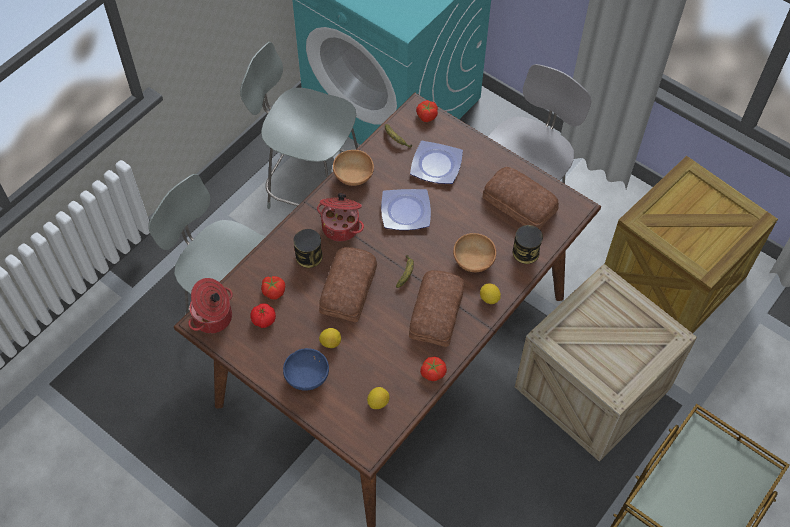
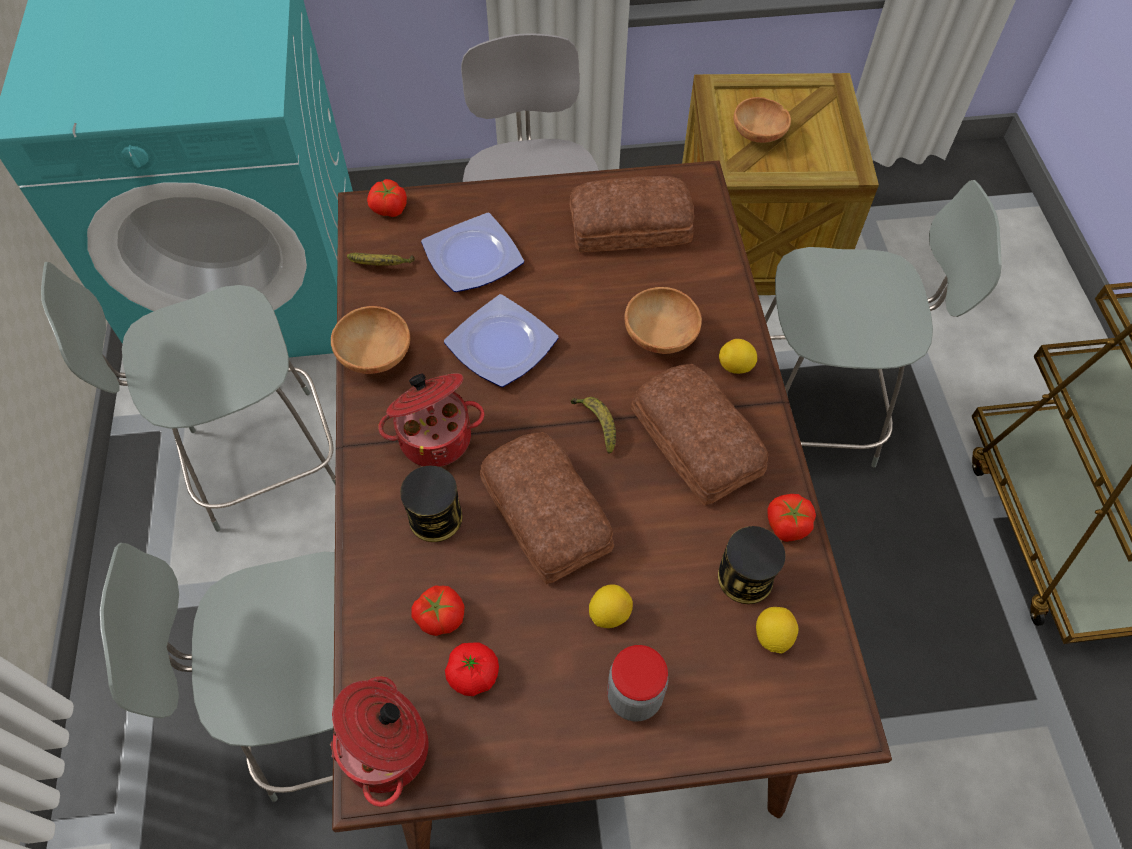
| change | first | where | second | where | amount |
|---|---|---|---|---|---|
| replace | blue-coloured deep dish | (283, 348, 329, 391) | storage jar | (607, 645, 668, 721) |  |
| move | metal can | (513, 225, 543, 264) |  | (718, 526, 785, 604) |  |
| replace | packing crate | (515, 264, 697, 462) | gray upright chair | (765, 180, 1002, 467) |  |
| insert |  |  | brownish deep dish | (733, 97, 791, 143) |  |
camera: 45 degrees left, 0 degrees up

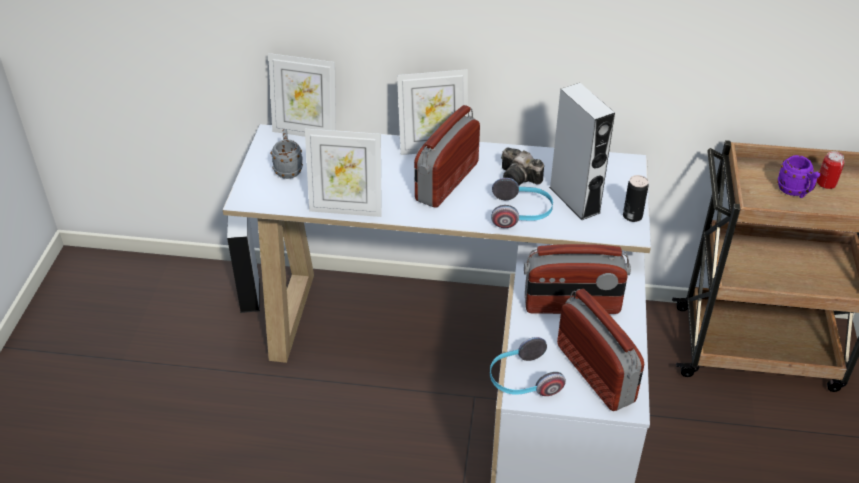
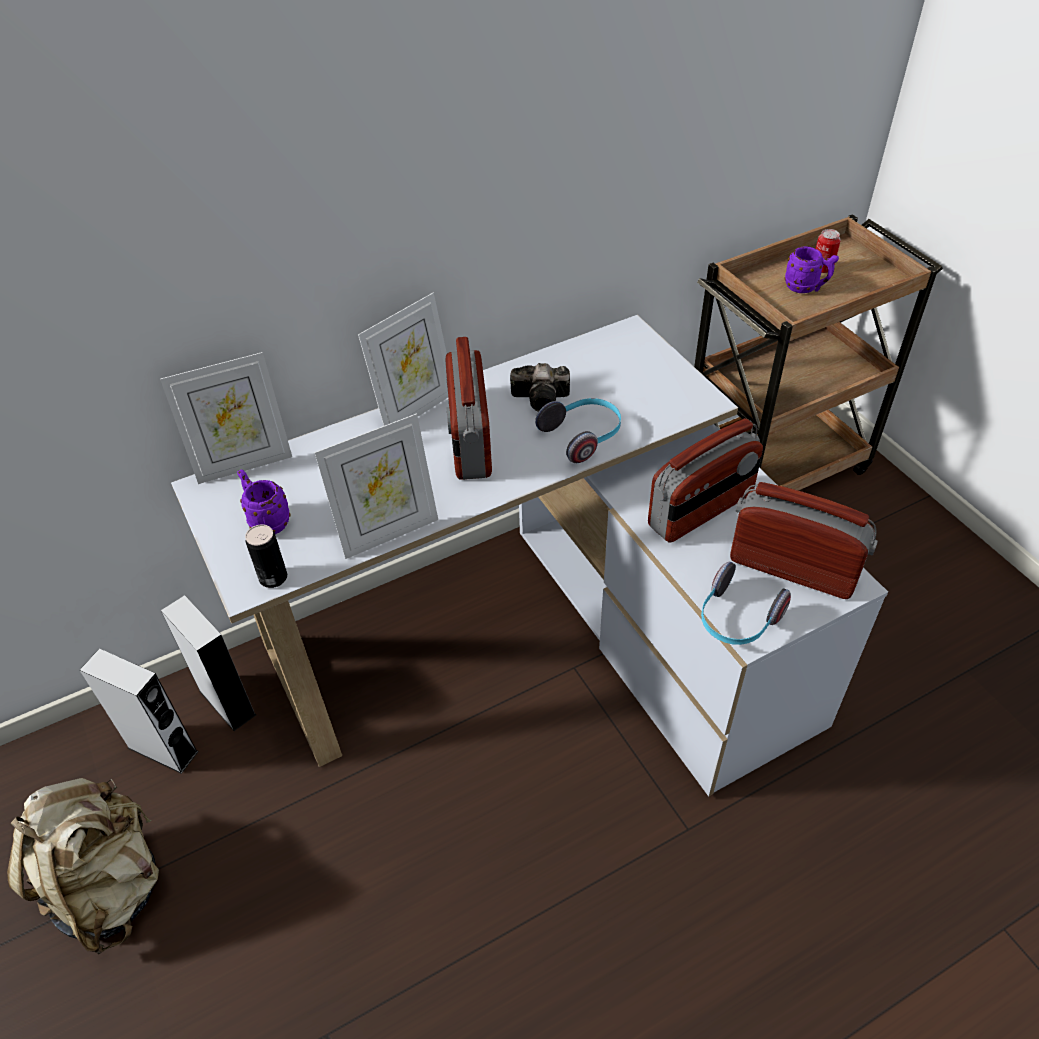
| change | first | where | second | where | amount |
|---|---|---|---|---|---|
| recolor | gray tea mug | (271, 129, 303, 179) | purple-coloured tea mug | (237, 469, 290, 534) |  |
| move | gray speaker | (549, 83, 615, 220) |  | (80, 649, 199, 774) |  |
| move | metal can | (623, 175, 649, 222) |  | (245, 524, 287, 588) |  |
| insert |  |  | beige-coloured rucksack | (7, 778, 159, 954) |  |
camera: 35 degrees left, 5 degrees up

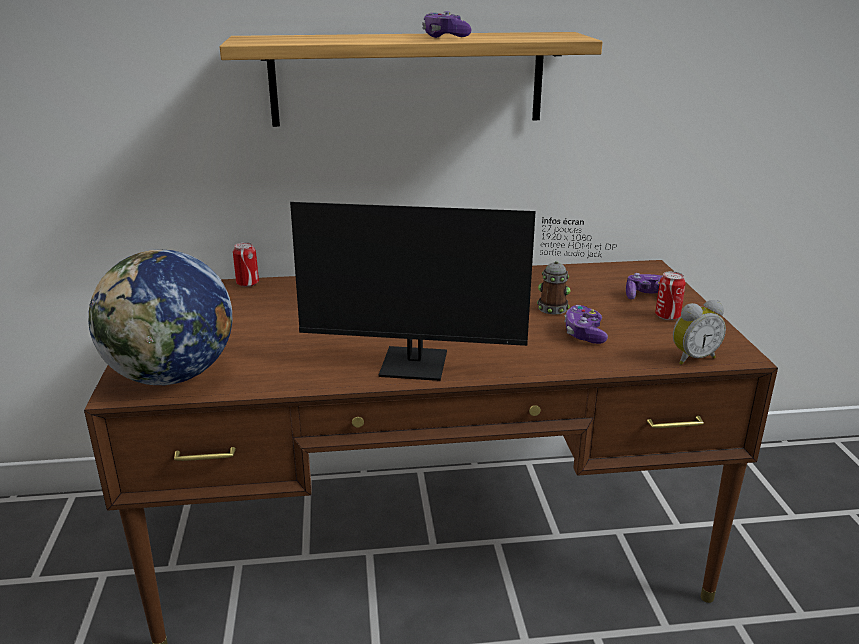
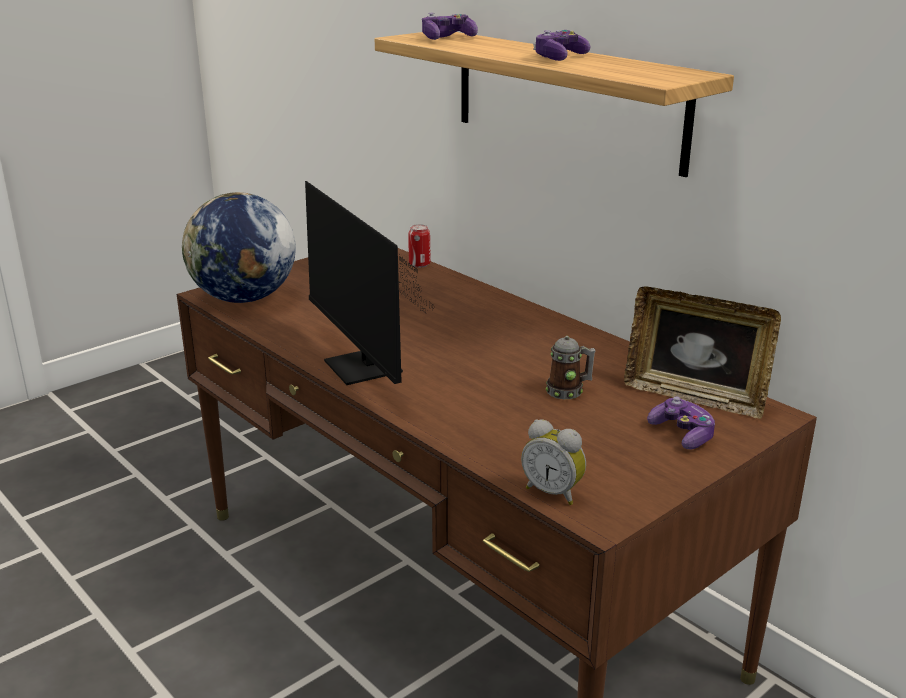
| change | first | where | second | where | amount |
|---|---|---|---|---|---|
| move | game controller | (564, 305, 608, 344) |  | (422, 13, 478, 40) |  |
| delete | metal can | (655, 271, 686, 320) |  |  |  |
| insert |  |  | photo frame | (624, 287, 781, 419) |  |
camera: 55 degrees right, 0 degrees up

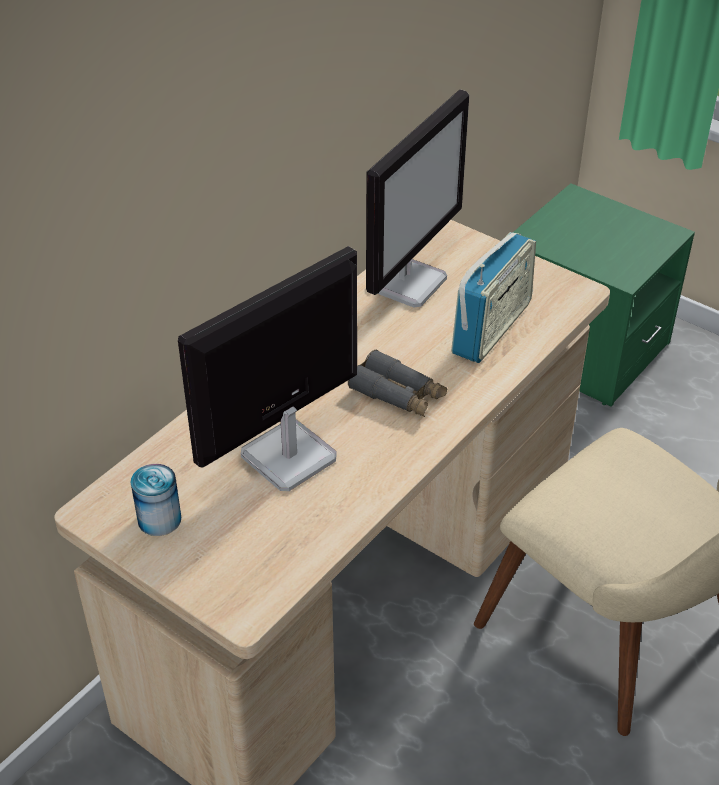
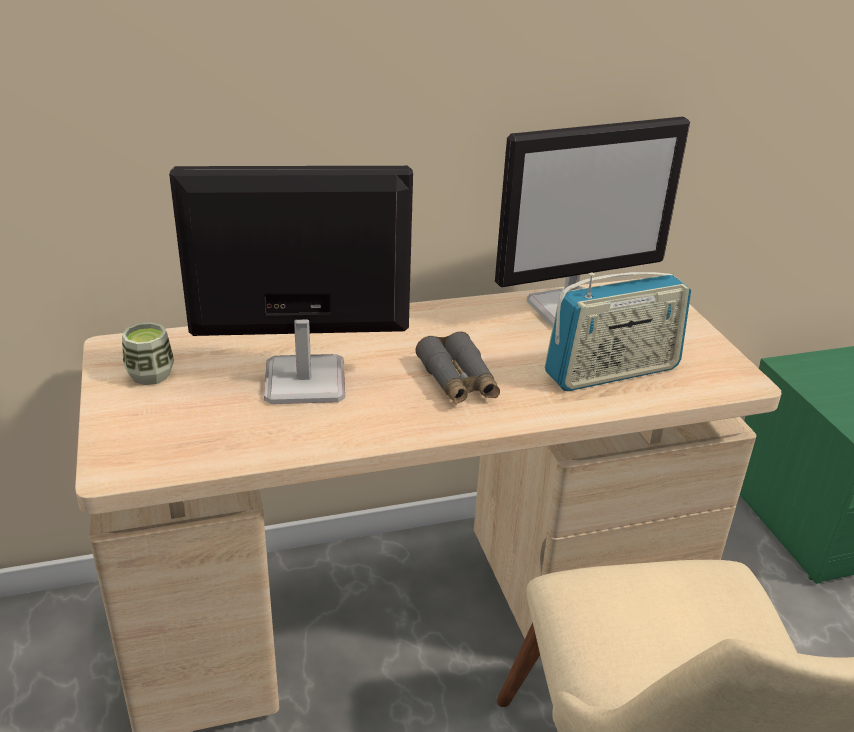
| change | first | where | second | where | amount |
|---|---|---|---|---|---|
| replace | metal can | (130, 464, 181, 536) | cup | (122, 322, 174, 385) |  |
camera: 35 degrees right, 10 degrees down

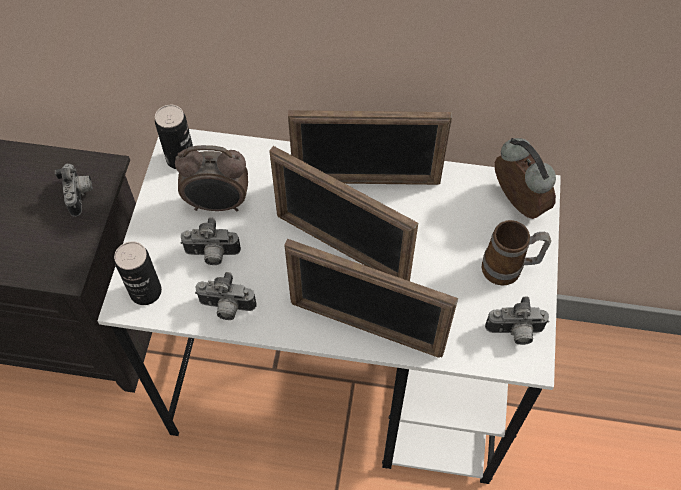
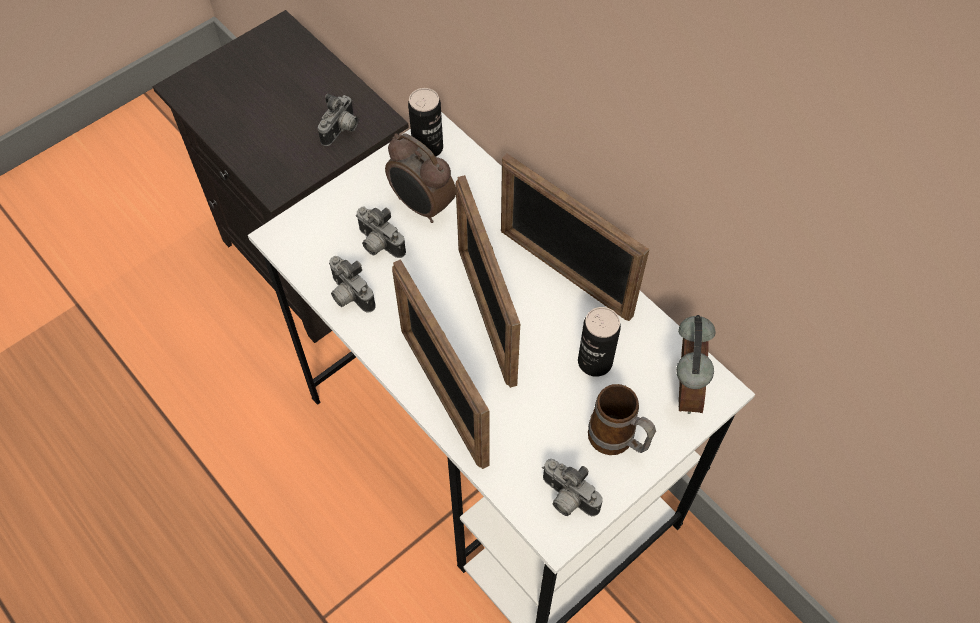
| change | first | where | second | where | amount |
|---|---|---|---|---|---|
| move | metal can | (114, 241, 162, 305) |  | (578, 307, 621, 377) |  |
camera: 40 degrees right, 0 degrees up

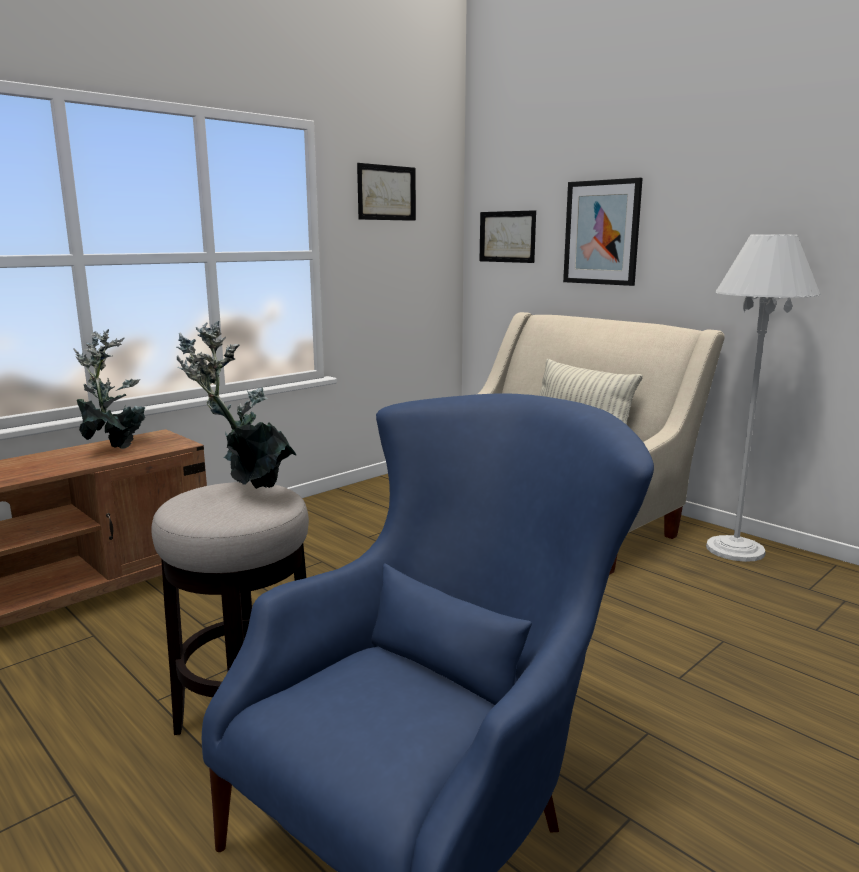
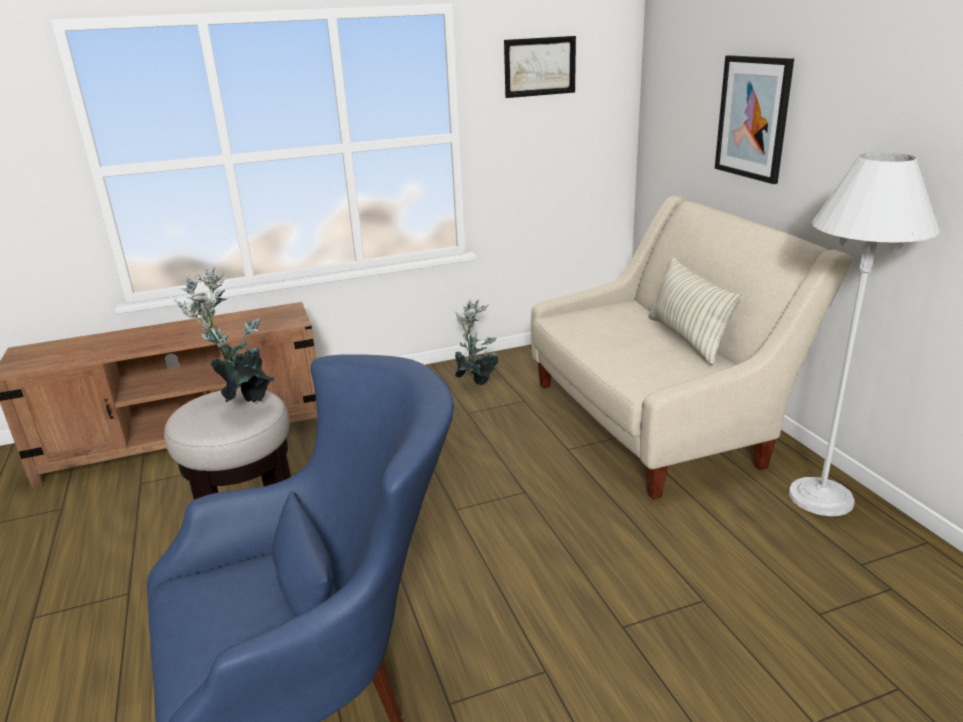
| change | first | where | second | where | amount |
|---|---|---|---|---|---|
| move | houseplant | (73, 329, 145, 449) |  | (455, 300, 499, 385) |  |
| delete | wall art | (479, 210, 536, 263) |  |  |  |
camera: 25 degrees right, 10 degrees up

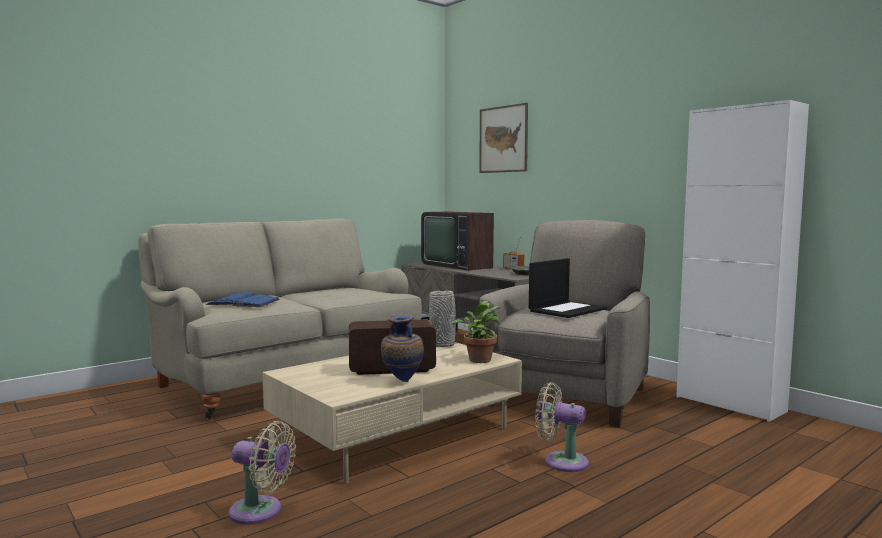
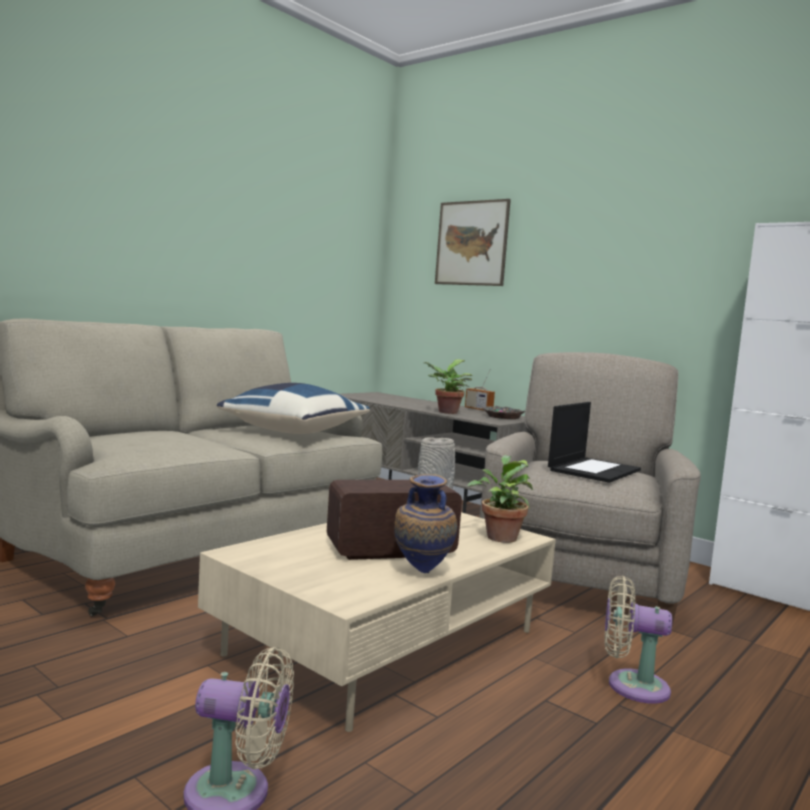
| change | first | where | second | where | amount |
|---|---|---|---|---|---|
| delete | blue-coloured bound book | (206, 292, 280, 307) |  |  |  |
| delete | TV | (421, 211, 494, 271) |  |  |  |
| insert |  |  | blue-coloured pillow | (217, 383, 370, 434) |  |
| insert |  |  | houseplant | (423, 359, 472, 414) |  |
camera: 10 degrees left, 0 degrees up

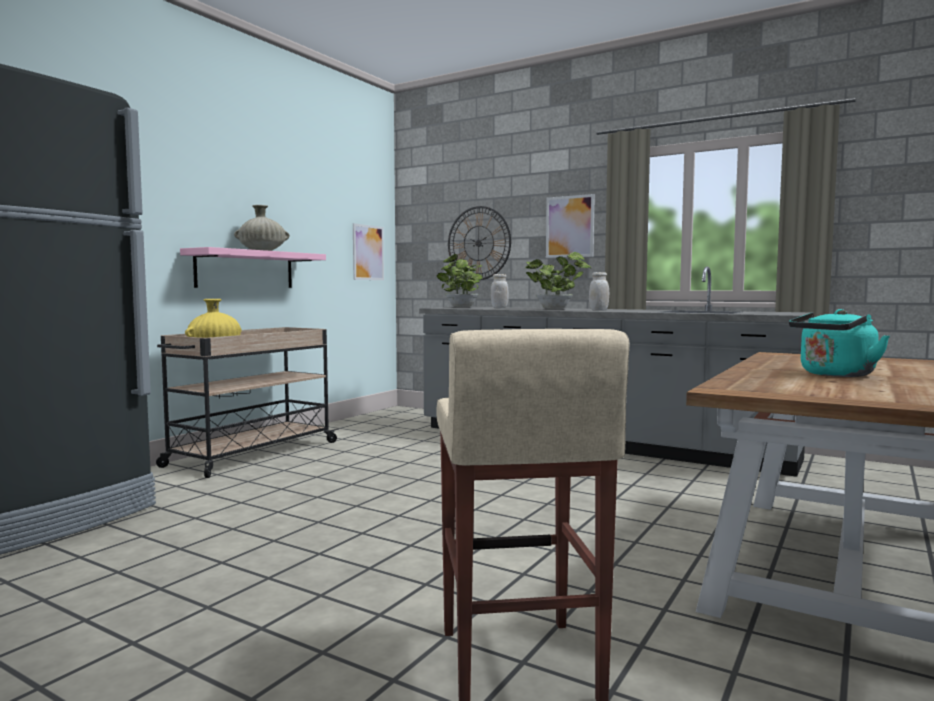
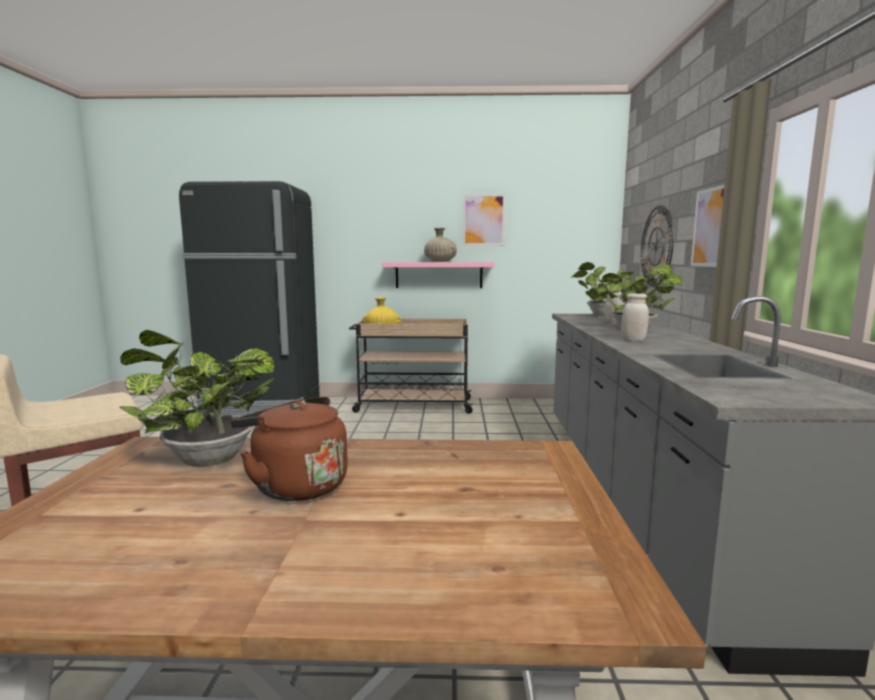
| change | first | where | second | where | amount |
|---|---|---|---|---|---|
| move | wall art | (353, 223, 384, 280) |  | (463, 194, 505, 246) |  |
| recolor | turquoise kettle | (789, 309, 890, 377) | brownish kettle | (231, 397, 348, 501) |  |
| insert |  |  | houseplant | (120, 330, 275, 467) |  |
camera: 60 degrees right, 5 degrees up

